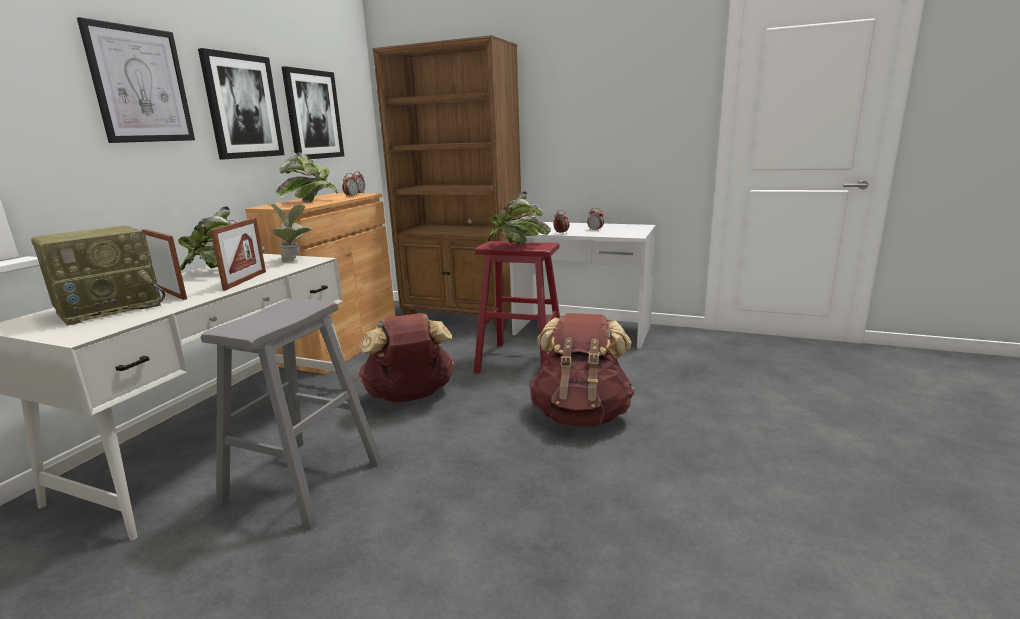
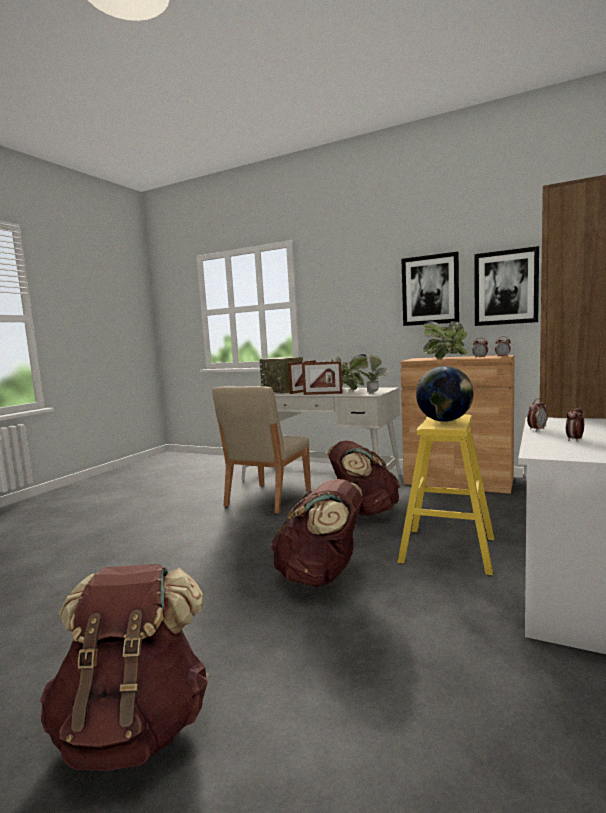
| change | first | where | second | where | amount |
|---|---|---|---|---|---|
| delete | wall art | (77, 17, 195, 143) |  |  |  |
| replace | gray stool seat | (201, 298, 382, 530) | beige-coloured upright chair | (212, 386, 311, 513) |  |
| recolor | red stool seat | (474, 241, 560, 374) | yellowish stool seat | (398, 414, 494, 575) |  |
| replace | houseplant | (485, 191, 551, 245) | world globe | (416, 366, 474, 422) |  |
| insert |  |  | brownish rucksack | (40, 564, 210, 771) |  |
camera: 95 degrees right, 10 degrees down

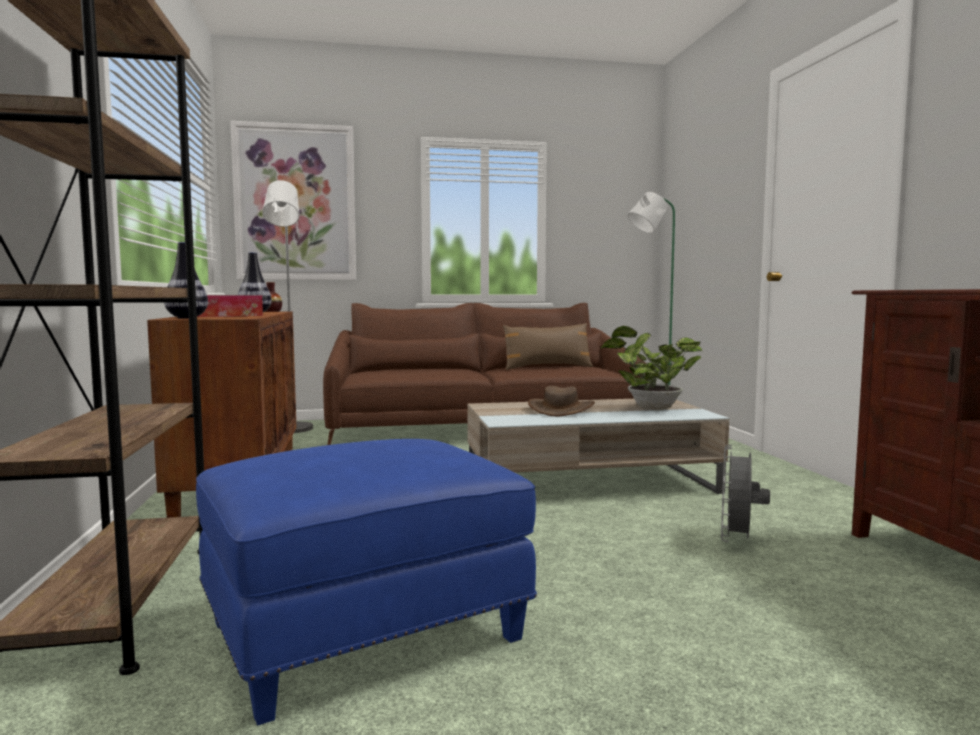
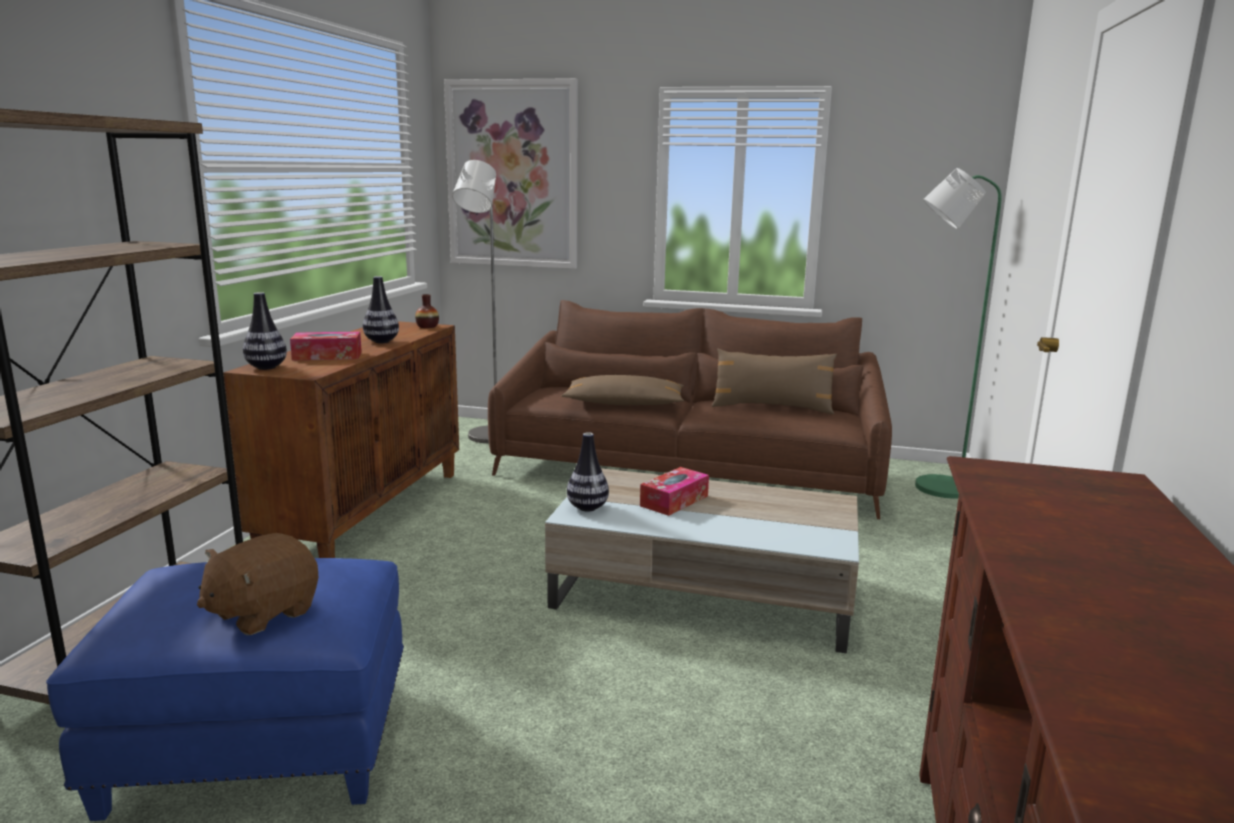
| change | first | where | second | where | amount |
|---|---|---|---|---|---|
| replace | brownish hat | (528, 386, 595, 416) | tissue holder | (640, 467, 709, 516) |  |
| delete | houseplant | (600, 326, 702, 411) |  |  |  |
| delete | gray fan | (721, 445, 770, 542) |  |  |  |
| insert |  |  | brownish cuddly toy | (197, 533, 318, 635) |  |
| insert |  |  | brownish pillow | (562, 375, 684, 405) |  |
| insert |  |  | decorative vase | (567, 432, 609, 512) |  |
camera: 25 degrees right, 10 degrees up

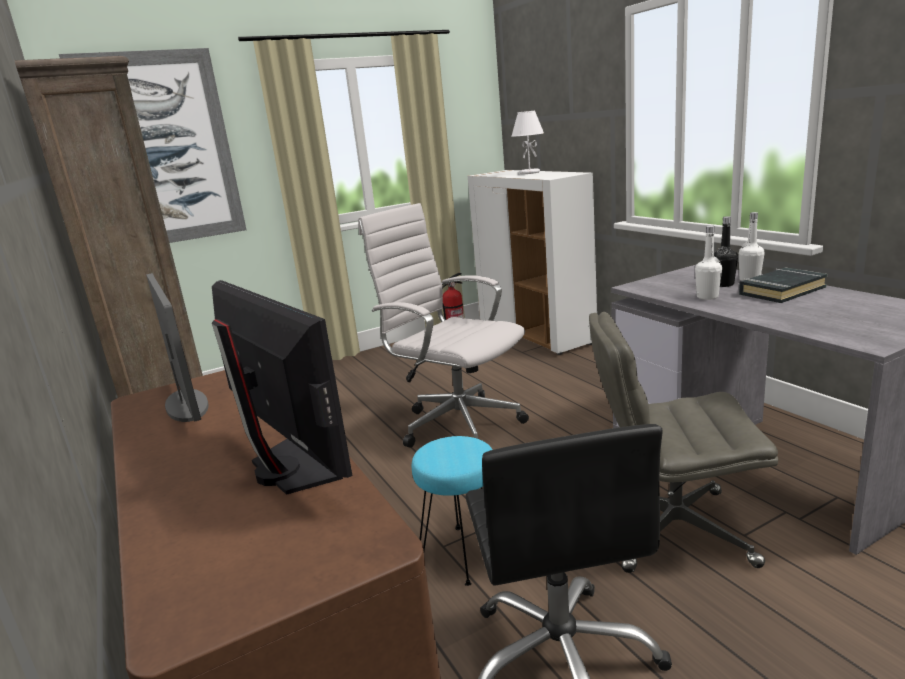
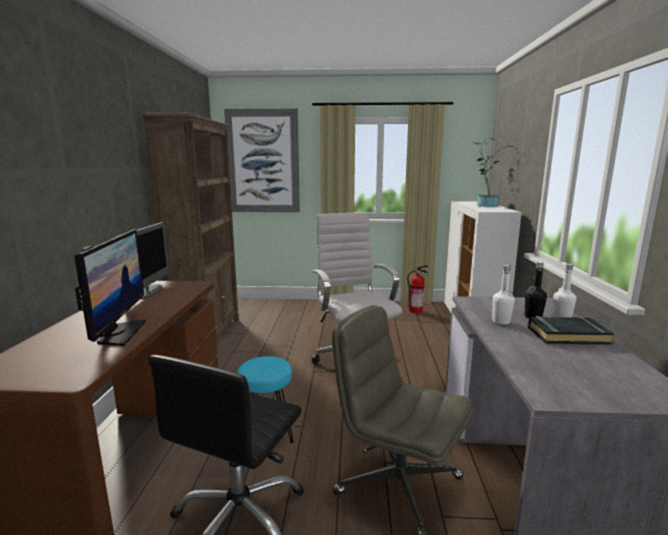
| change | first | where | second | where | amount |
|---|---|---|---|---|---|
| replace | white-coloured tabletop lamp | (511, 111, 544, 174) | houseplant | (473, 138, 514, 207) |  |
camera: 30 degrees right, 5 degrees down

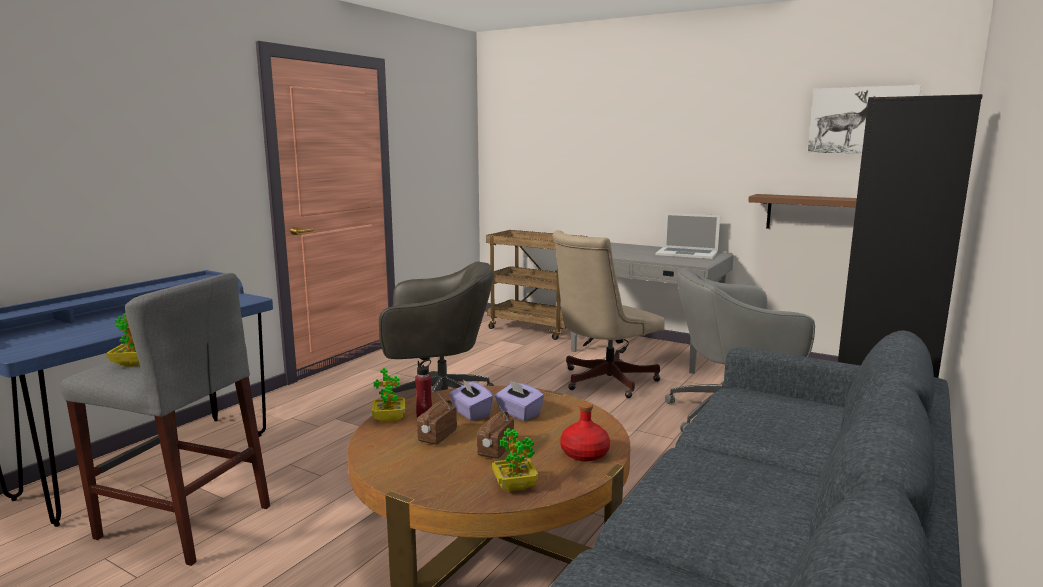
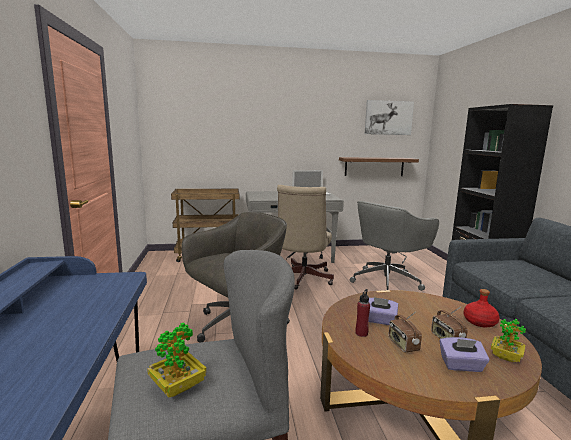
| change | first | where | second | where | amount |
|---|---|---|---|---|---|
| delete | houseplant | (372, 368, 405, 422) |  |  |  |
| move | purple-coloured tissue holder | (495, 380, 544, 421) |  | (439, 337, 490, 372) |  |
camera: 40 degrees left, 0 degrees up

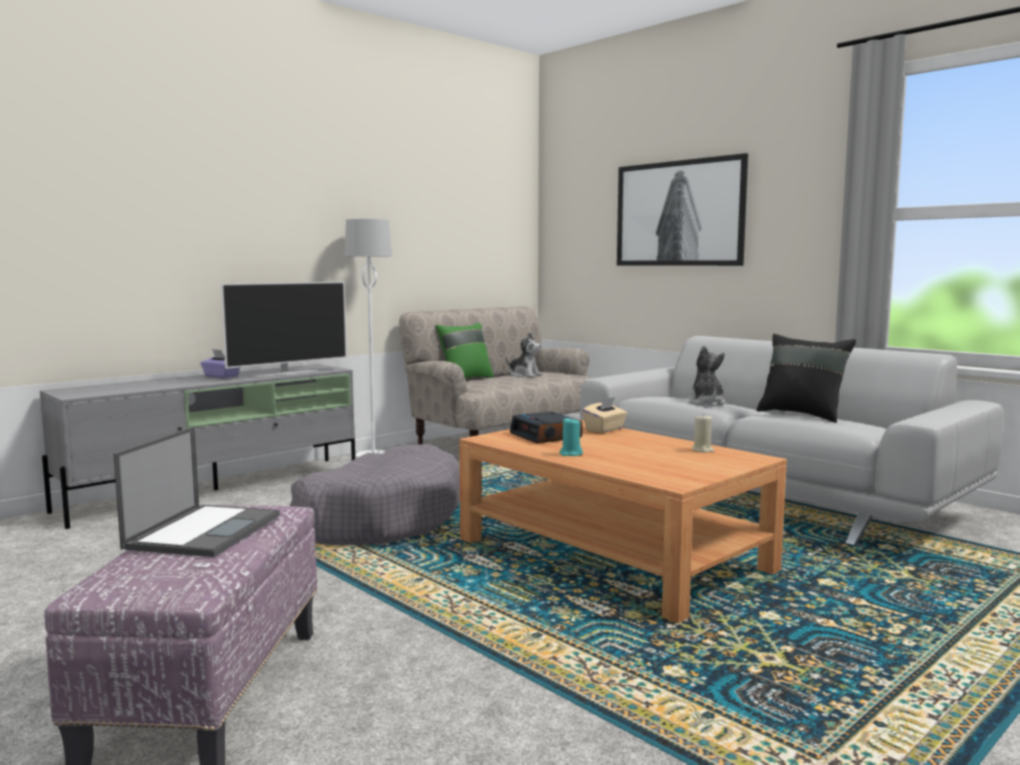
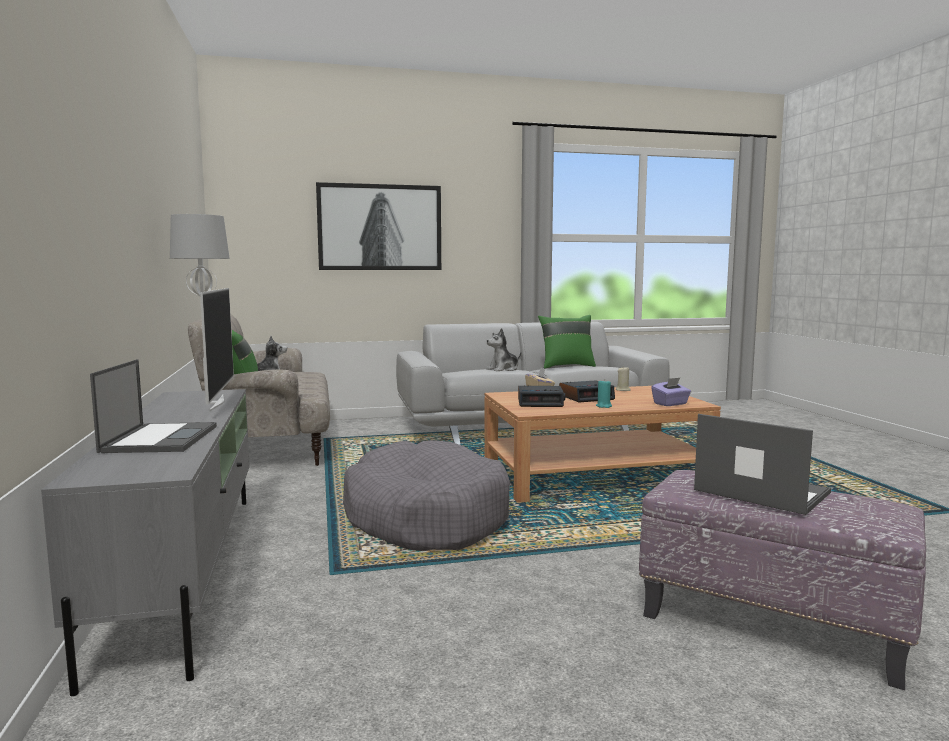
| change | first | where | second | where | amount |
|---|---|---|---|---|---|
| move | purple-coloured tissue holder | (200, 349, 240, 378) |  | (651, 377, 691, 406) |  |
| rotate | cuddly toy | (689, 345, 726, 405) |  | (487, 328, 521, 371) | 60 degrees counterclockwise |
| recolor | black-coloured pillow | (757, 334, 856, 423) | greenish pillow | (538, 315, 596, 369) |  |
| insert |  |  | laptop | (90, 359, 217, 453) |  |
| insert |  |  | table clock | (559, 380, 615, 402) |  |
camera: 60 degrees left, 0 degrees up

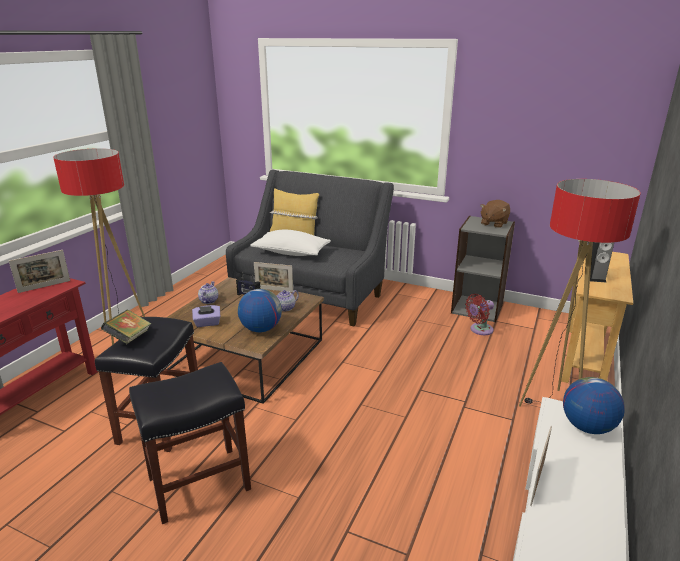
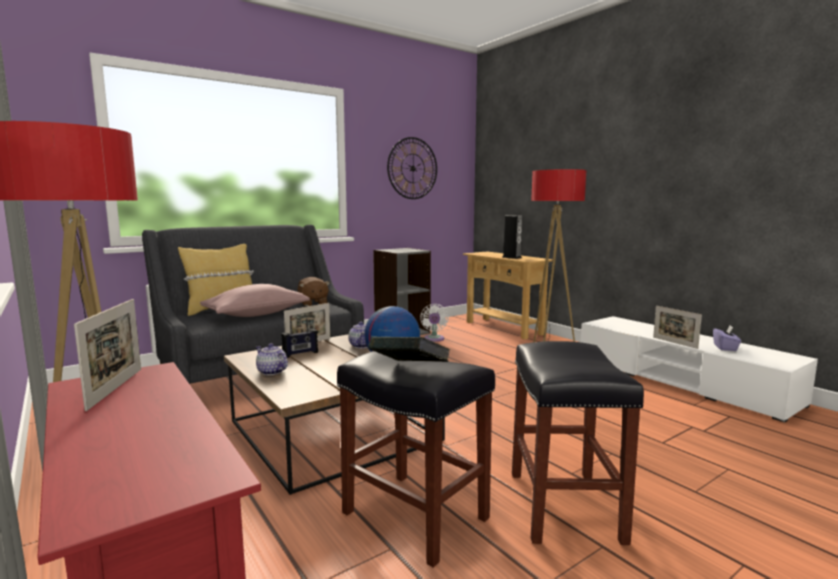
| change | first | where | second | where | amount |
|---|---|---|---|---|---|
| move | purple-coloured tissue holder | (192, 305, 220, 327) |  | (713, 326, 741, 351) |  |
| recolor | white-coloured pillow | (250, 230, 331, 256) | pink pillow | (200, 284, 310, 317) |  |
| recolor | red fan | (465, 294, 494, 335) | white-coloured fan | (420, 304, 448, 342) |  |
| move | brownish cuddly toy | (480, 200, 510, 228) |  | (297, 277, 330, 306) |  |
| delete | world globe | (563, 377, 625, 434) |  |  |  |
| insert |  |  | wall clock | (387, 137, 437, 199) |  |
camera: 60 degrees left, 15 degrees down

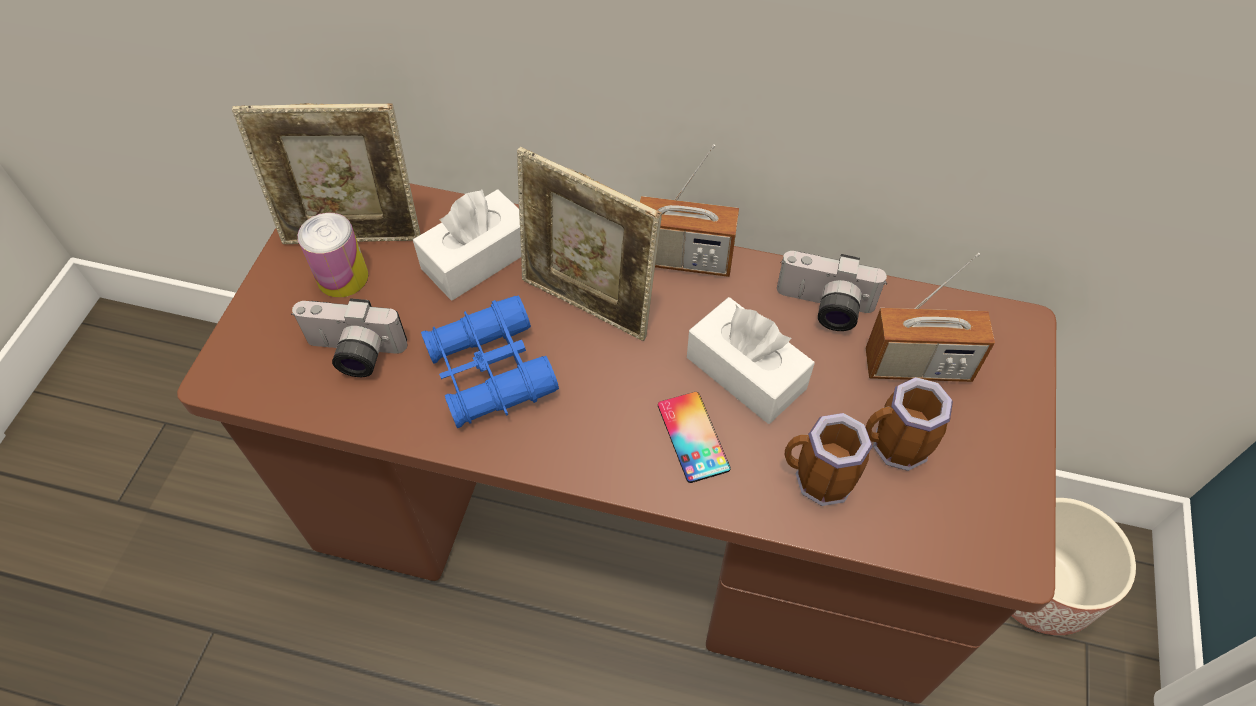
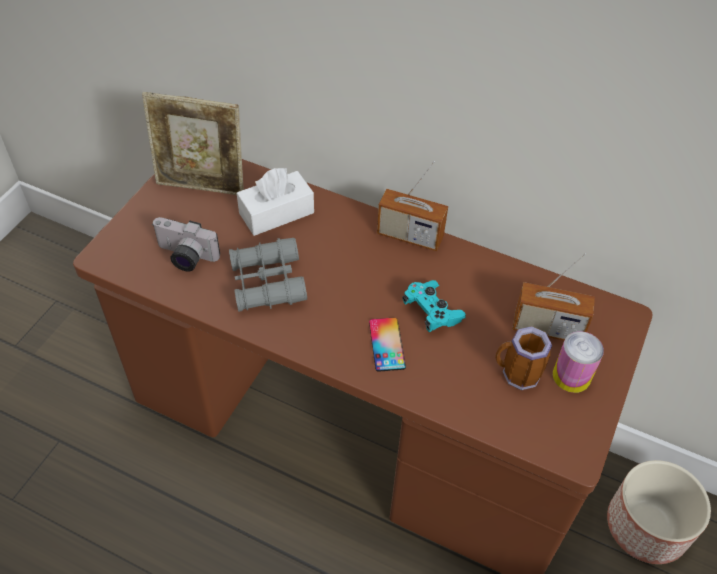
| change | first | where | second | where | amount |
|---|---|---|---|---|---|
| move | metal can | (298, 213, 368, 298) |  | (553, 331, 604, 393) |  |
| recolor | blue-coloured binoculars | (421, 295, 559, 428) | gray binoculars | (229, 238, 307, 312) |  |
| delete | photo frame | (517, 147, 662, 341) |  |  |  |
| replace | white-coloured tissue holder | (687, 297, 815, 424) | turquoise game controller | (402, 280, 466, 332) |  |
| delete | photo camera | (777, 251, 887, 331) |  |  |  |
| delete | tea mug | (785, 413, 873, 506) |  |  |  |
camera: 10 degrees right, 5 degrees down

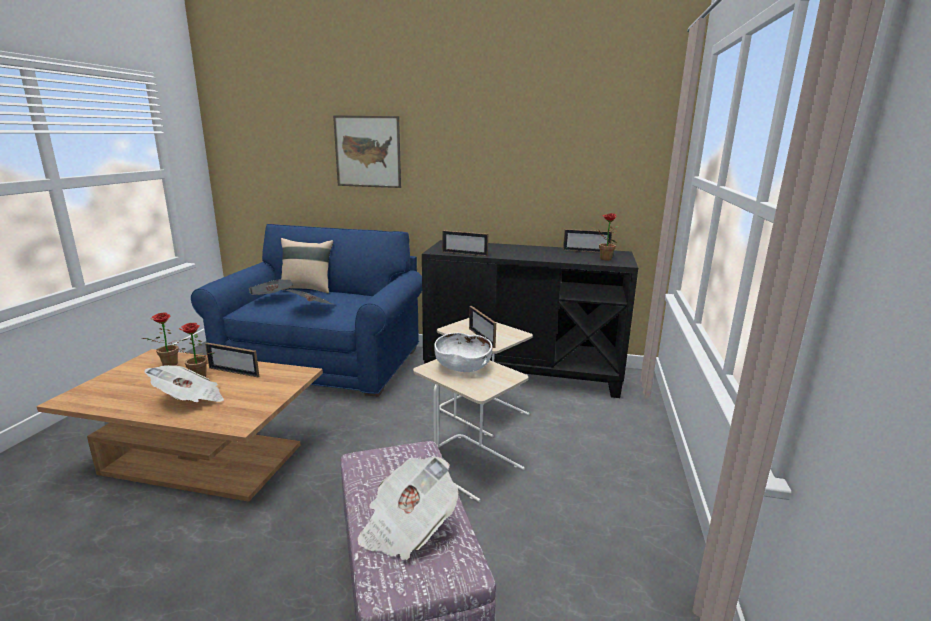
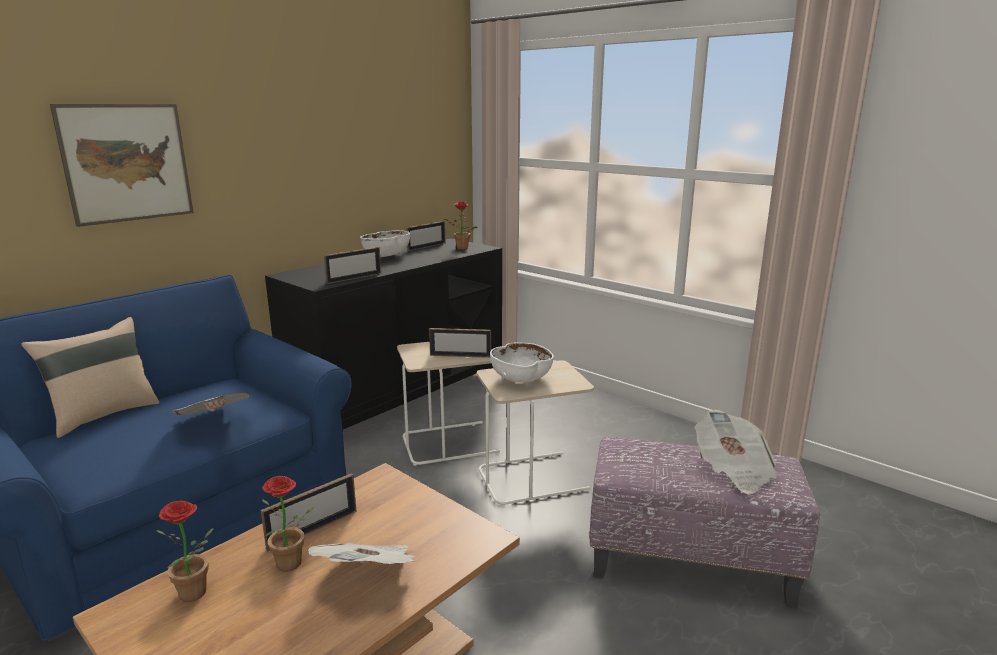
| change | first | where | second | where | amount |
|---|---|---|---|---|---|
| delete | newspaper | (249, 279, 293, 295) |  |  |  |
| insert |  |  | white-coloured deep dish | (360, 230, 410, 257) |  |
camera: 60 degrees left, 0 degrees up

